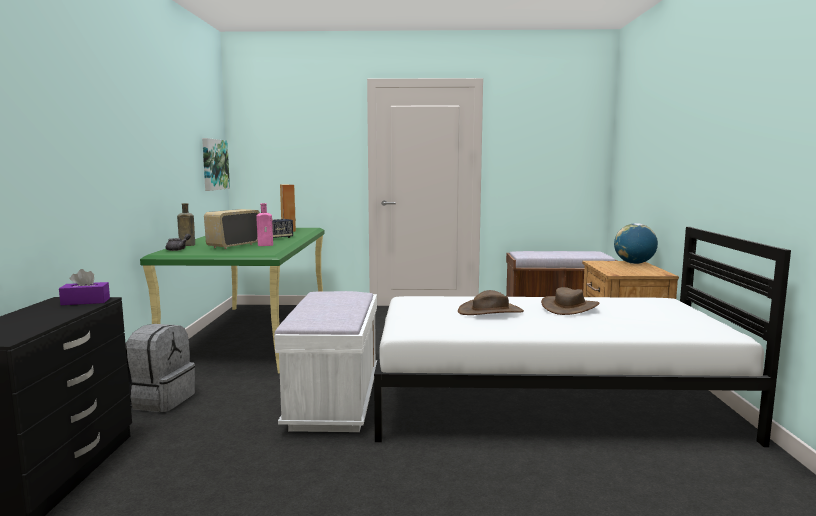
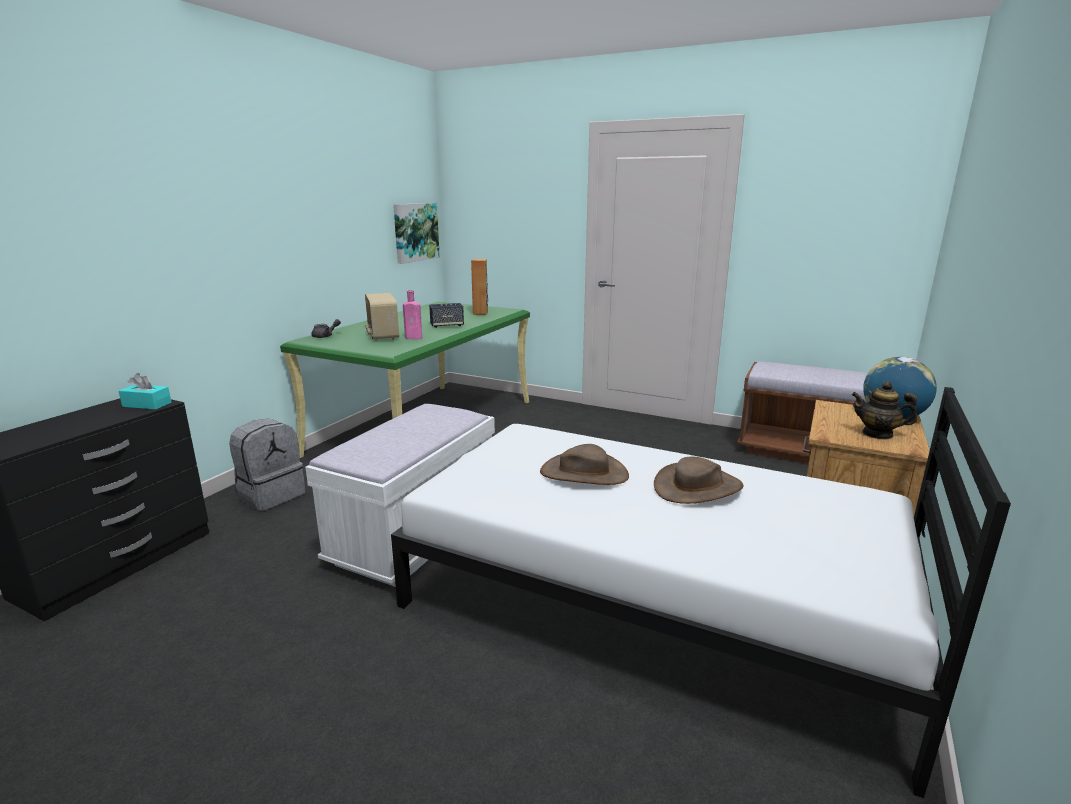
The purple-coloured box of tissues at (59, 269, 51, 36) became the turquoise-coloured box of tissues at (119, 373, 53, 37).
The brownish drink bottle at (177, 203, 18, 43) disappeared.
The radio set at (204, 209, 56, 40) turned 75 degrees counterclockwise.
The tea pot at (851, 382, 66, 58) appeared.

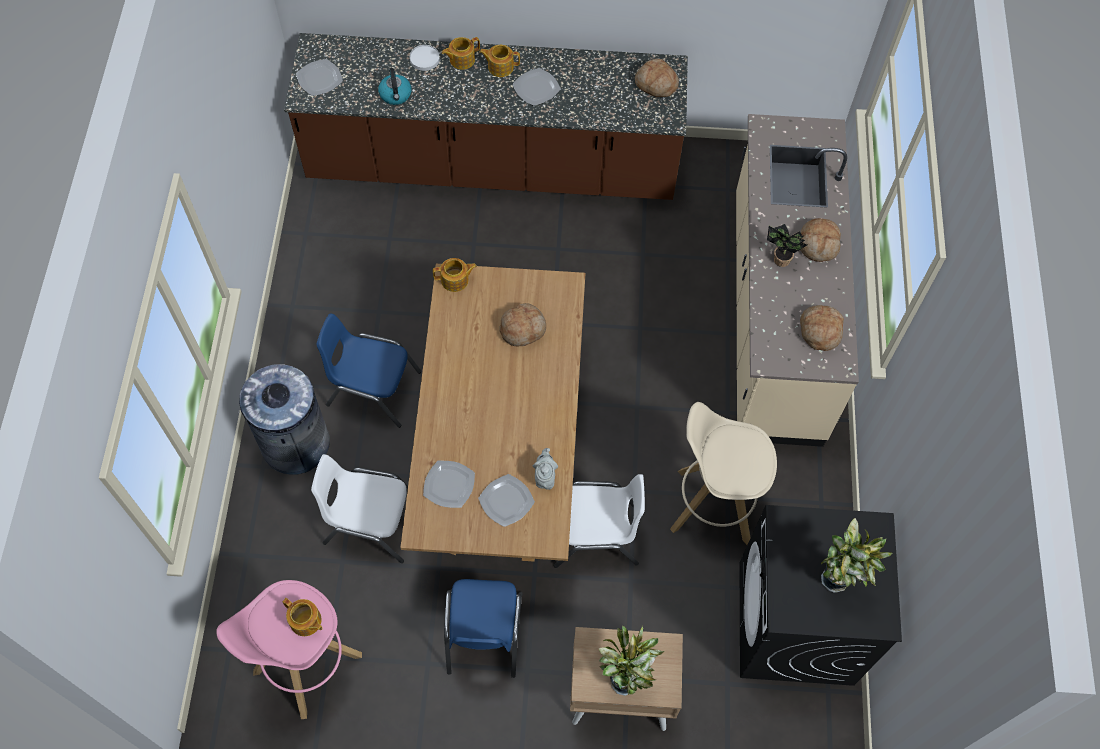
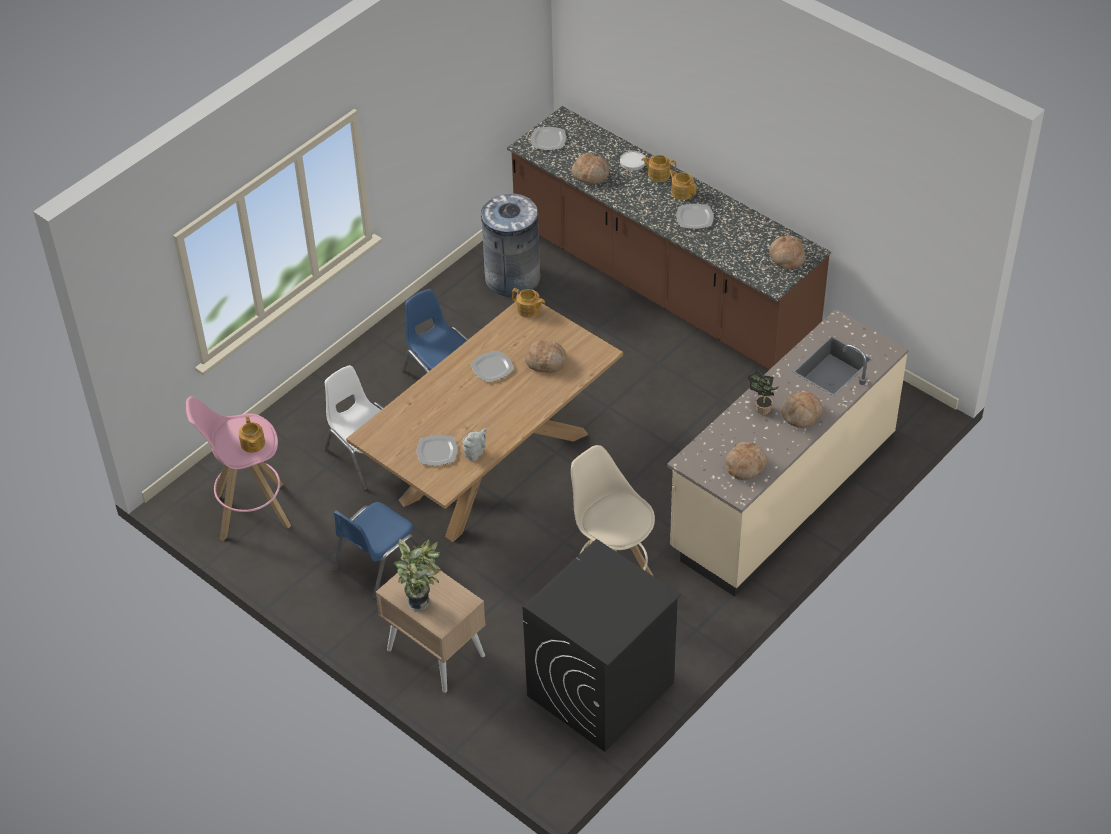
The gray trash can moved from (238, 364, 92, 111) to (479, 193, 62, 104).
The kettle at (378, 68, 34, 37) was replaced by the bread at (571, 154, 39, 30).
The flat dish moved from (423, 461, 52, 47) to (470, 350, 44, 33).
The white-coloured plain chair at (554, 474, 91, 94) disappeared.
The houseplant at (821, 518, 72, 74) disappeared.

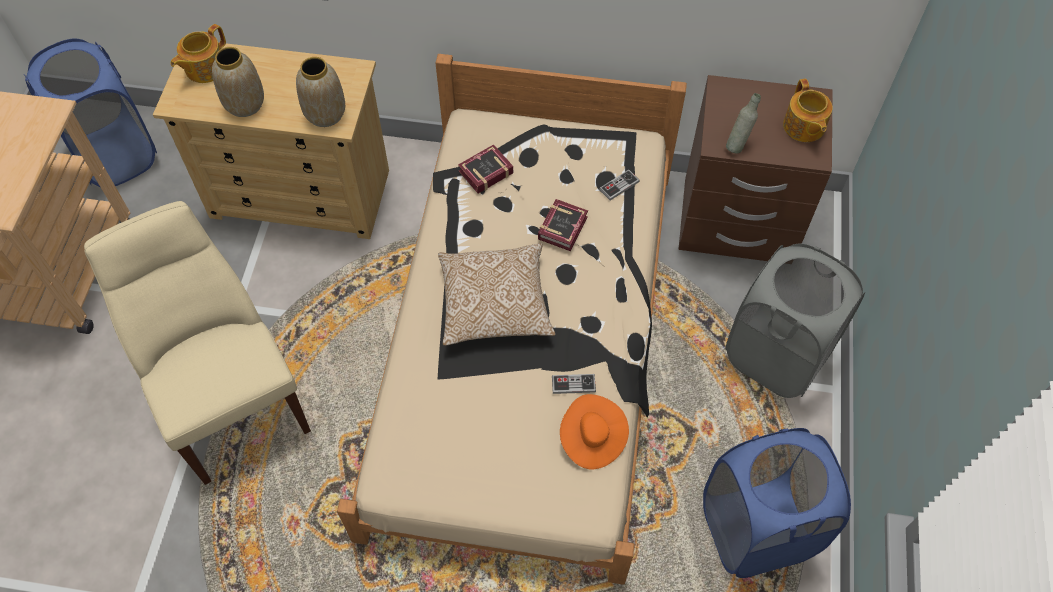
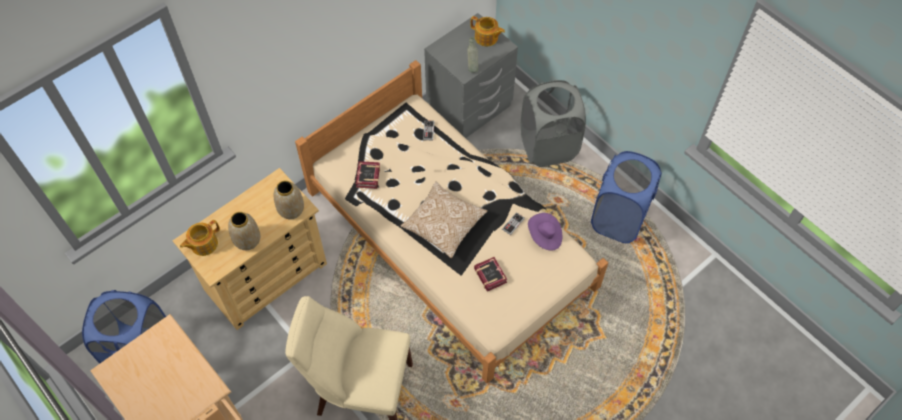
The tea pot at (171, 24, 55, 59) turned 60 degrees clockwise.
The bound book moved from (538, 199, 50, 52) to (474, 257, 33, 35).
The orangey clothing hat at (560, 394, 69, 75) became the purple-coloured clothing hat at (528, 213, 34, 37).
The brownish bedside table at (678, 75, 155, 186) became the gray bedside table at (424, 13, 94, 125).

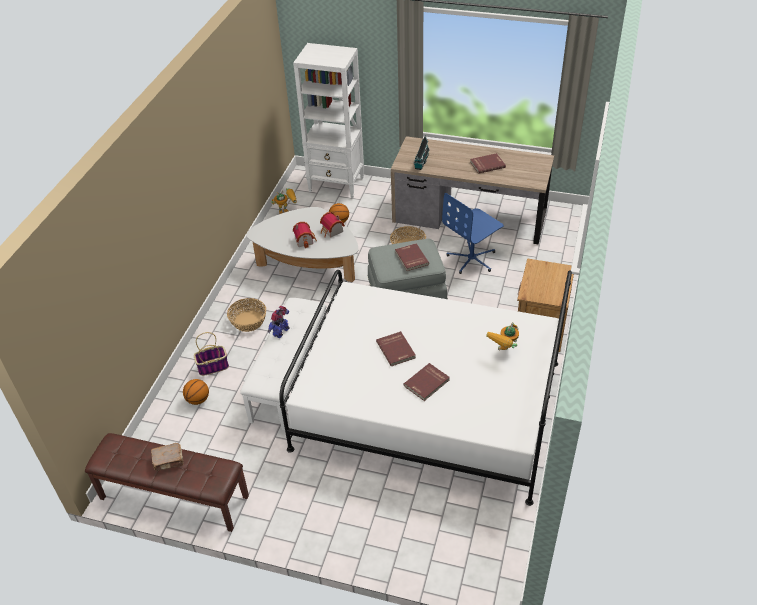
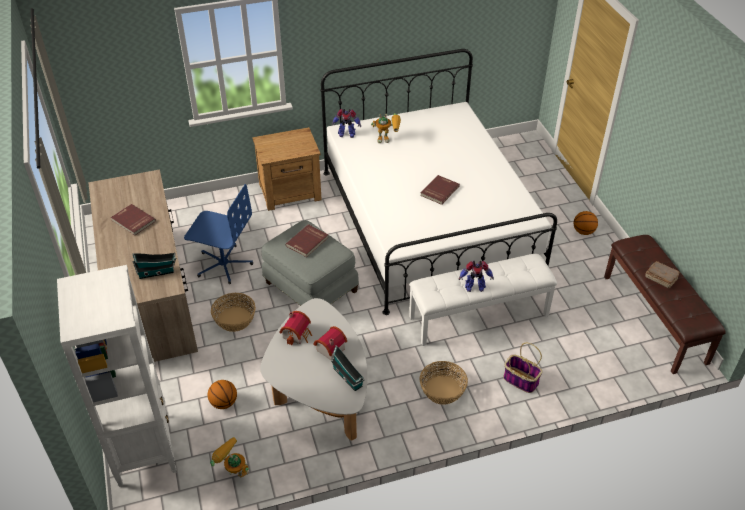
The basketball moved from (183, 379, 26, 26) to (574, 211, 24, 24).
The red-coloured bound book at (403, 363, 47, 38) disappeared.
The model house at (331, 345, 34, 46) appeared.
The toy robot at (332, 109, 29, 29) appeared.

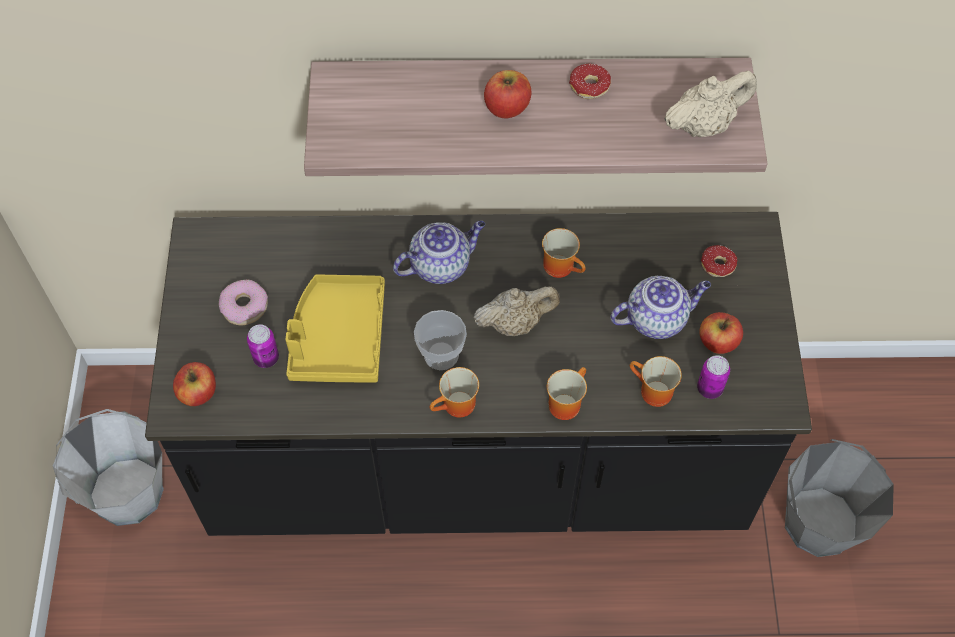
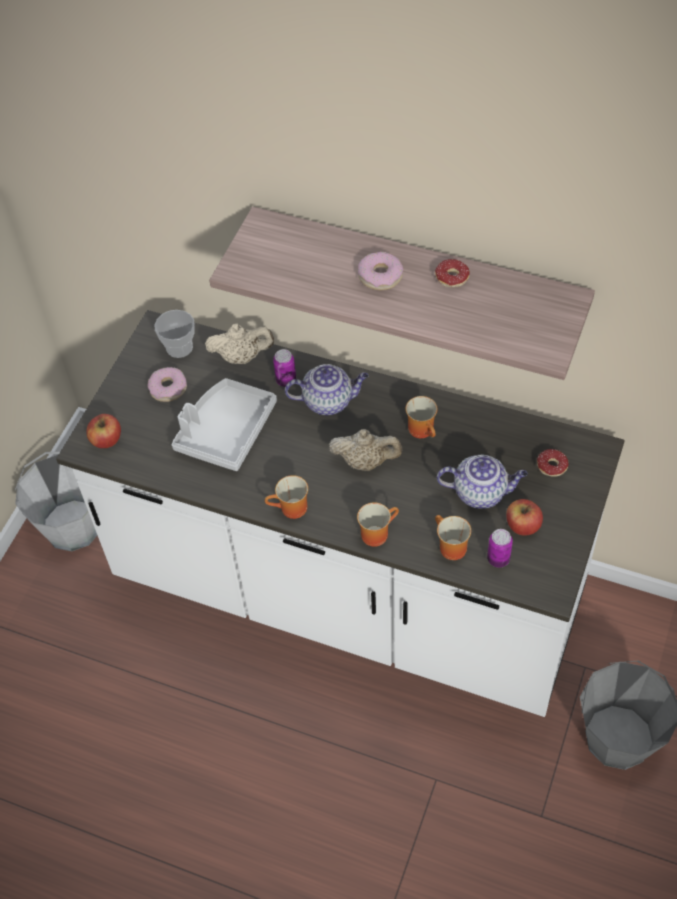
The blackish counter at (145, 212, 667, 324) became the white-coloured counter at (56, 310, 568, 407).
The sealed can moved from (247, 324, 32, 44) to (273, 349, 23, 38).
The yellow serving tray at (285, 274, 100, 109) became the gray serving tray at (172, 378, 105, 93).
The small cup moved from (414, 310, 53, 60) to (155, 310, 40, 48).
The apple at (484, 70, 48, 48) was replaced by the doughnut at (358, 252, 46, 38).
The sand-coloured tea pot moved from (664, 71, 93, 66) to (205, 324, 69, 40).

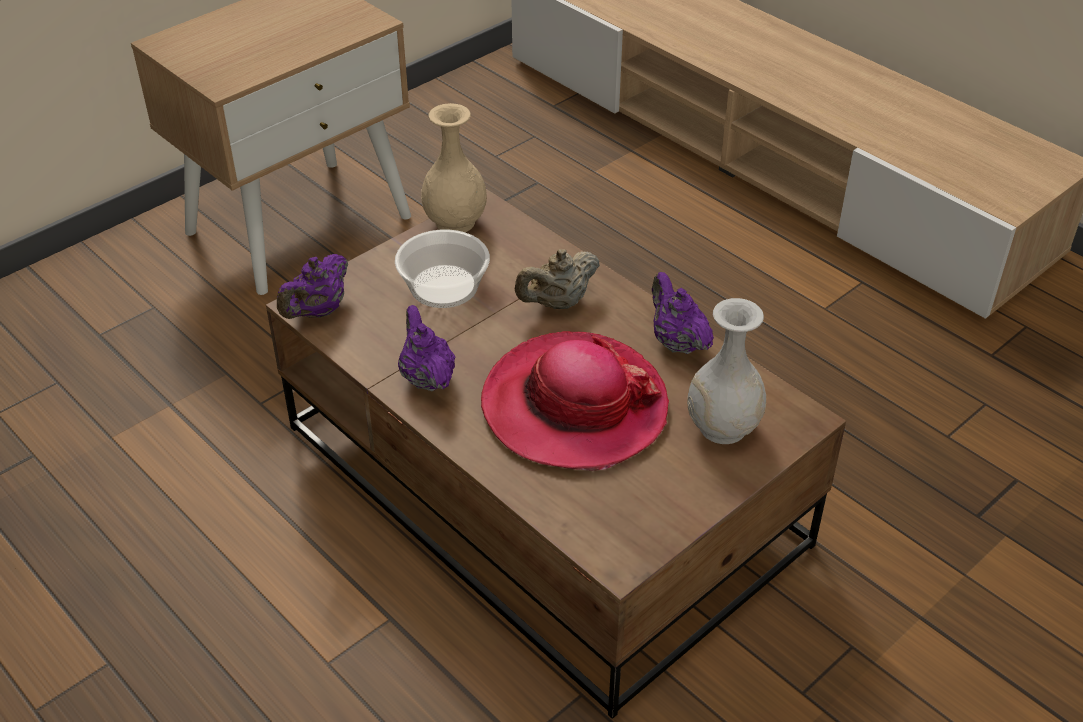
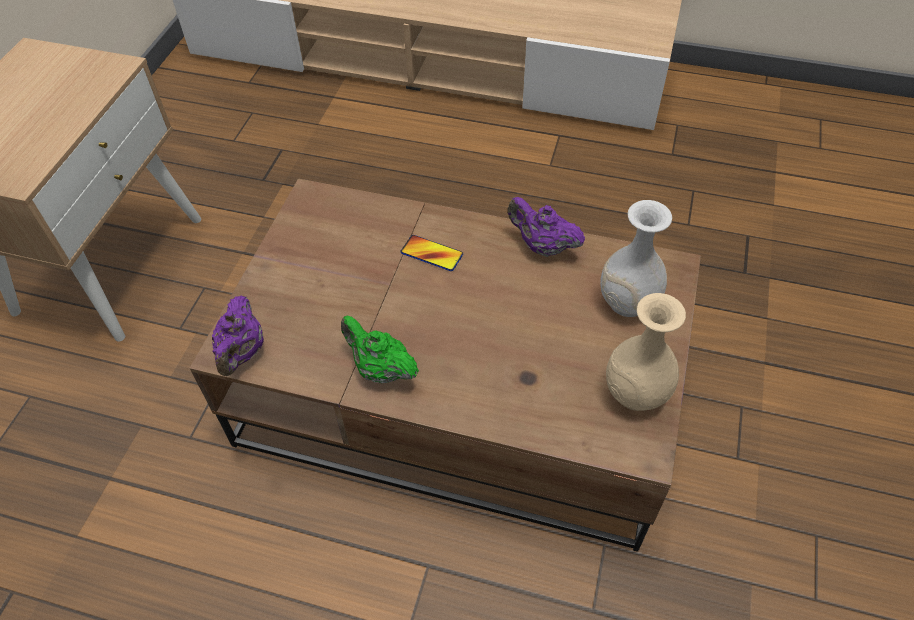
The bowl at (395, 229, 95, 79) disappeared.
The purple-coloured tea pot at (398, 305, 57, 86) became the greenish tea pot at (341, 316, 78, 67).
The sand-coloured vase moved from (421, 103, 66, 129) to (606, 293, 80, 118).
The clothing hat at (481, 331, 188, 140) disappeared.
The sand-coloured tea pot at (515, 249, 85, 60) was replaced by the handset at (401, 235, 62, 36).

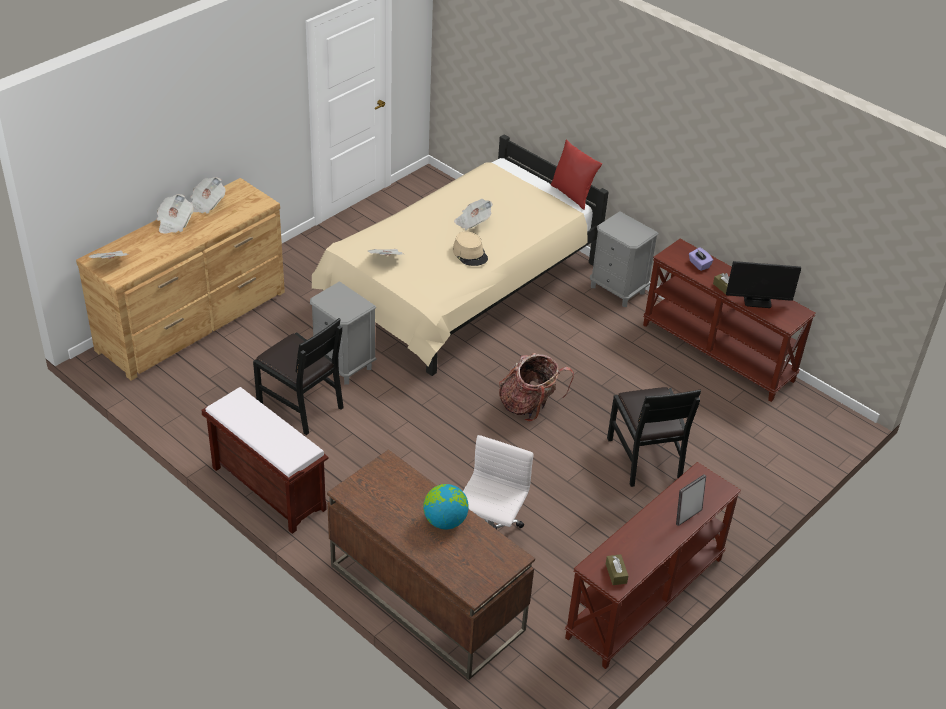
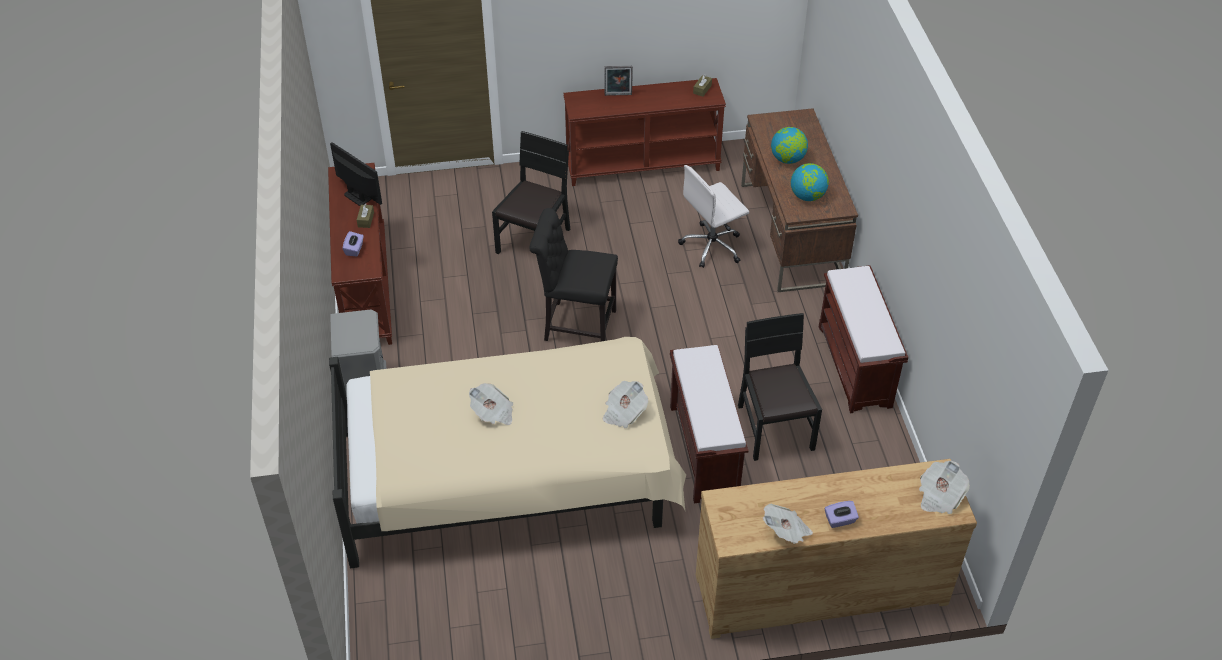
The printed paper at (157, 194, 37, 40) was replaced by the purple-coloured box of tissues at (825, 501, 34, 27).
The gray bedside table at (310, 281, 66, 104) was replaced by the brownish indoor bench at (670, 345, 78, 158).
The sand-coloured clothing hat at (453, 231, 35, 35) disappeared.
The backpack at (499, 353, 75, 69) was replaced by the blackish plain chair at (529, 208, 89, 133).
The red-coloured pillow at (551, 139, 51, 71) disappeared.
The world globe at (791, 163, 38, 38) appeared.

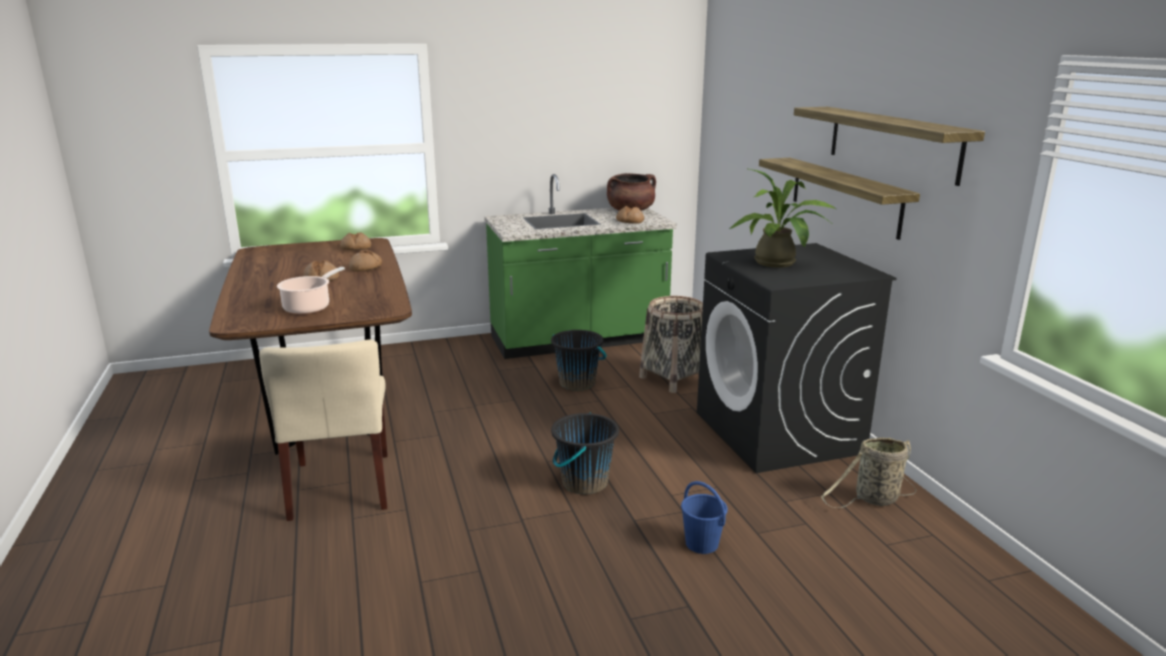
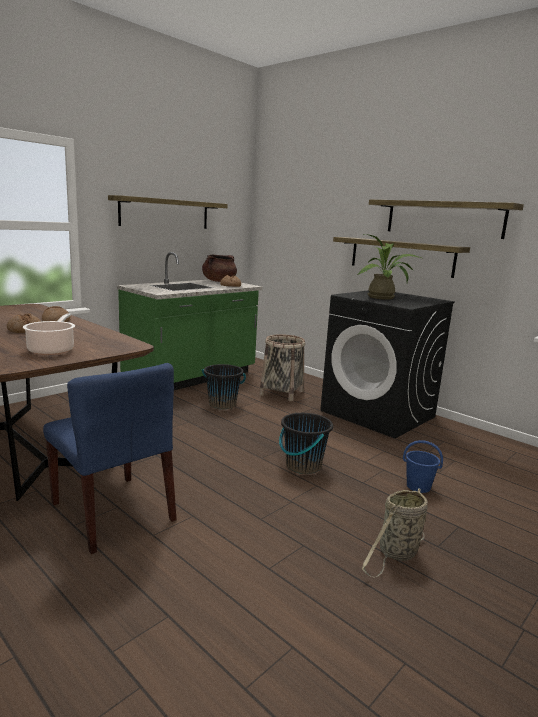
The sand-coloured plain chair at (259, 340, 129, 181) became the blue plain chair at (43, 363, 134, 191).
The bread at (340, 232, 32, 18) disappeared.
The household basket moved from (821, 437, 95, 71) to (362, 488, 66, 90).
The wall shelf at (108, 195, 120, 34) appeared.

